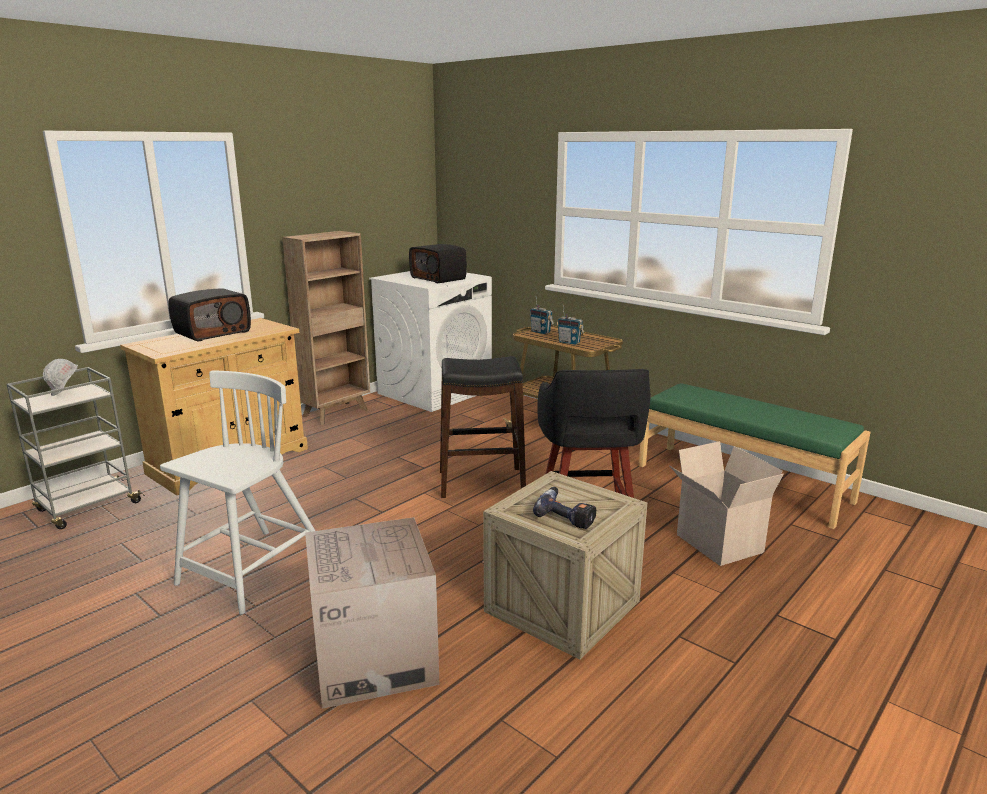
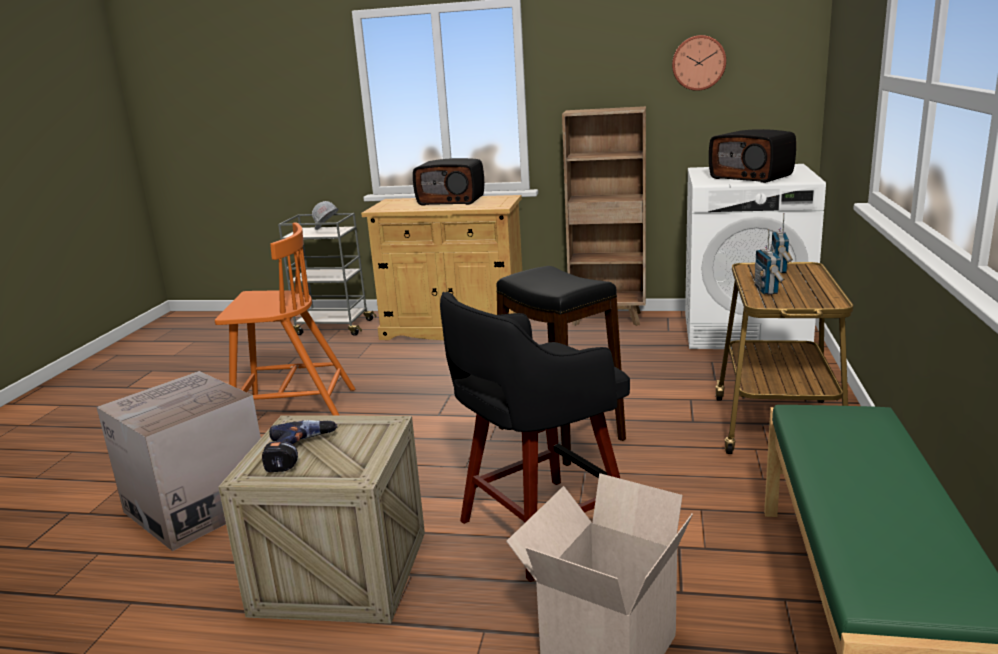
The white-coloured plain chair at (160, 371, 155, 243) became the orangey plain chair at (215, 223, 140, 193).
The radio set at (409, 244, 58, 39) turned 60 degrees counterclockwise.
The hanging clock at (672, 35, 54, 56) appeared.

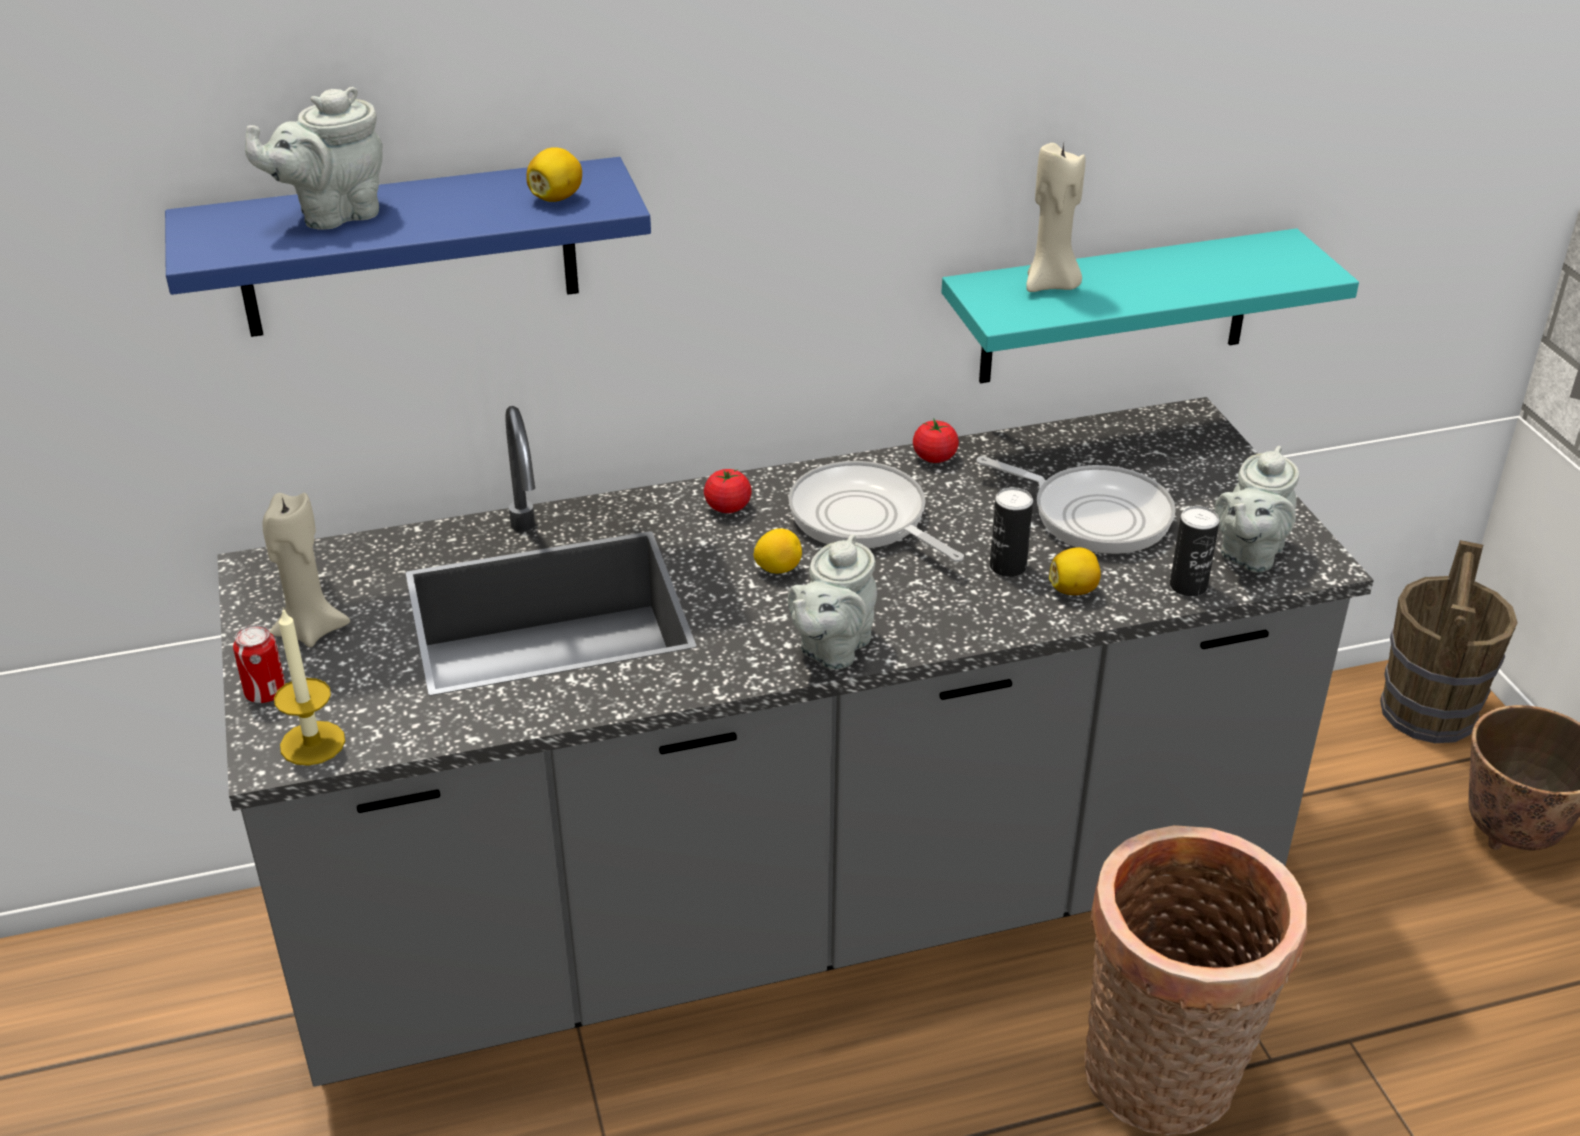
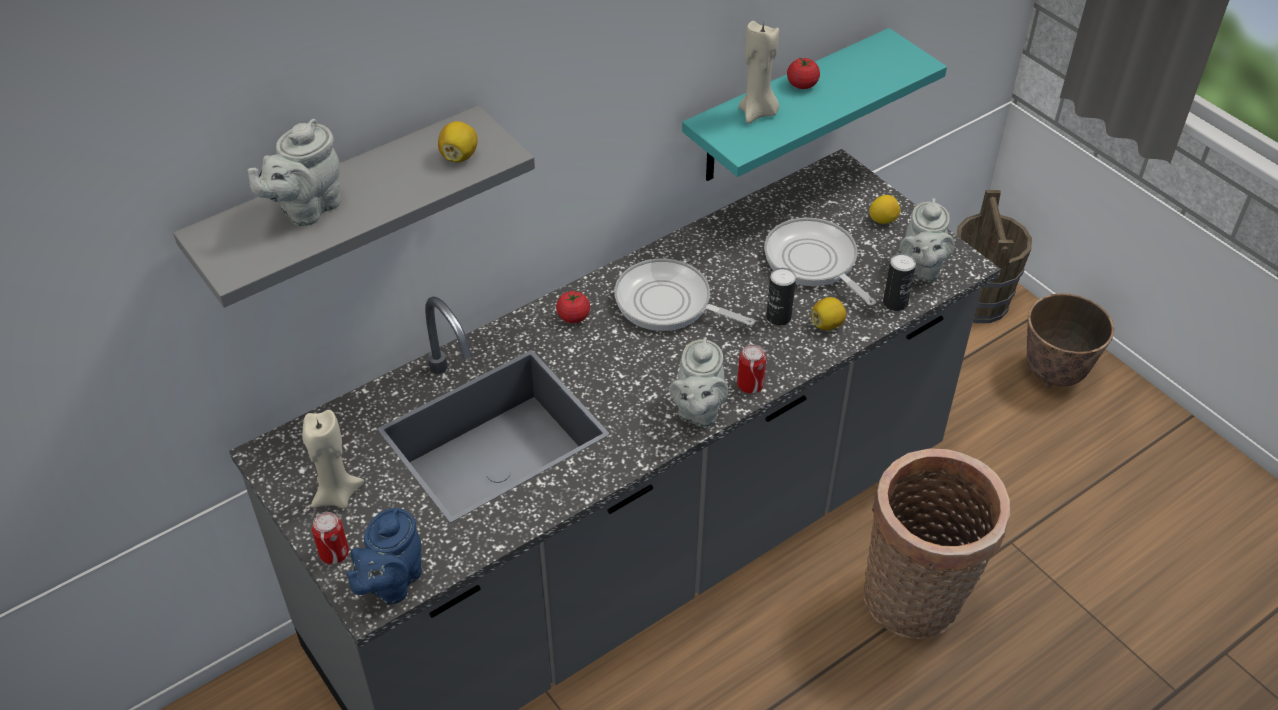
The blue wall shelf at (165, 157, 486, 180) became the gray wall shelf at (173, 105, 362, 202).
The wax candle at (274, 607, 71, 159) was replaced by the blue tea pot at (347, 508, 75, 96).
The whole lemon moved from (753, 529, 49, 44) to (869, 195, 32, 29).
The whole tomato moved from (913, 419, 46, 44) to (787, 57, 33, 32).
The pan at (976, 456, 200, 98) turned 135 degrees counterclockwise.
The sealed can at (737, 344, 29, 49) appeared.

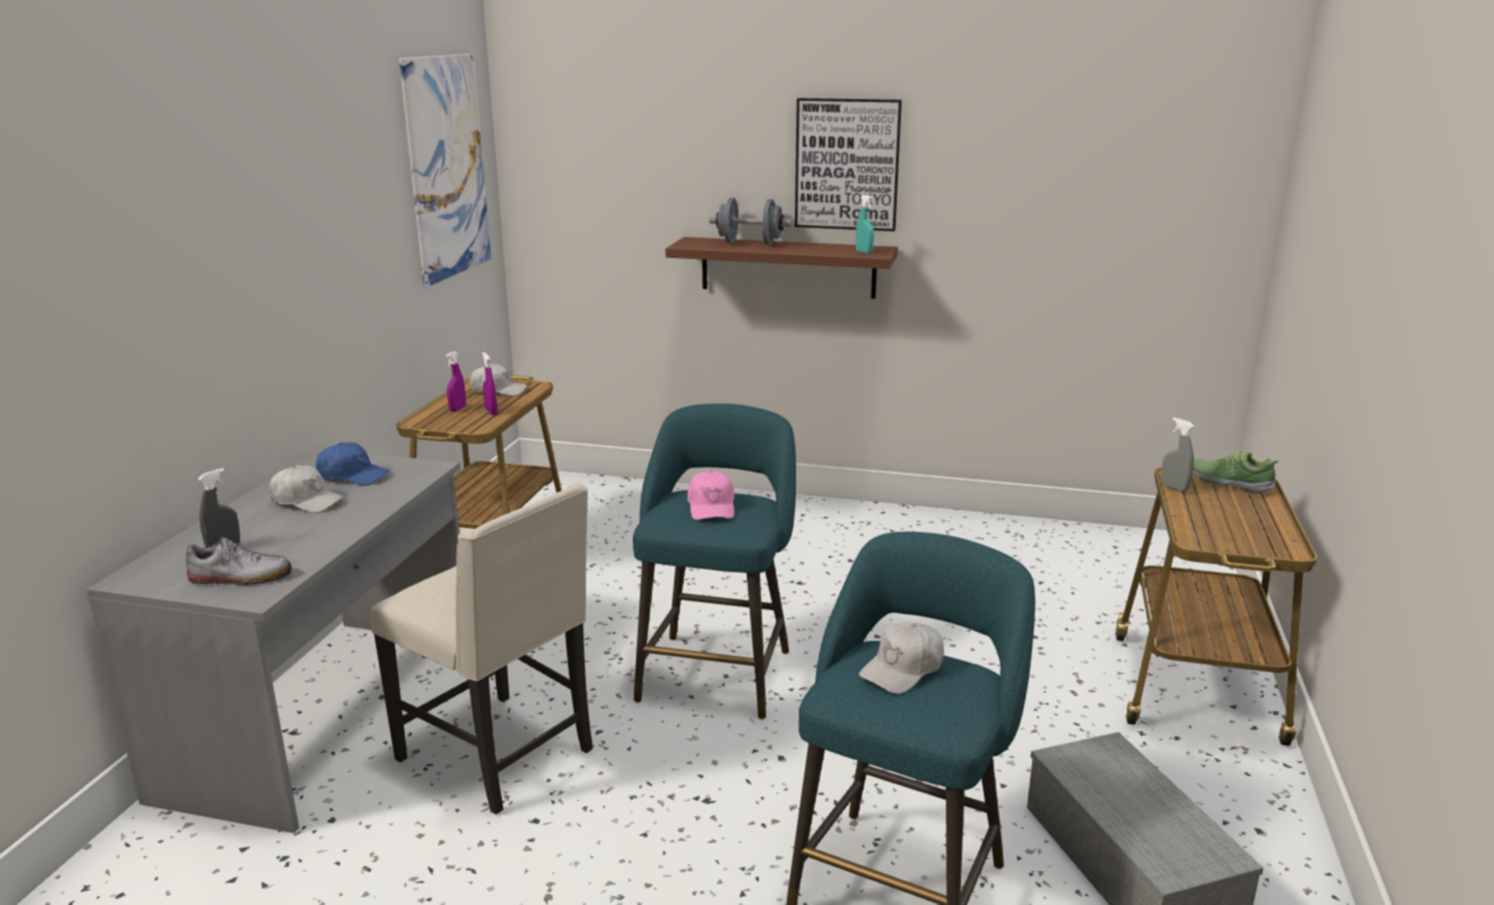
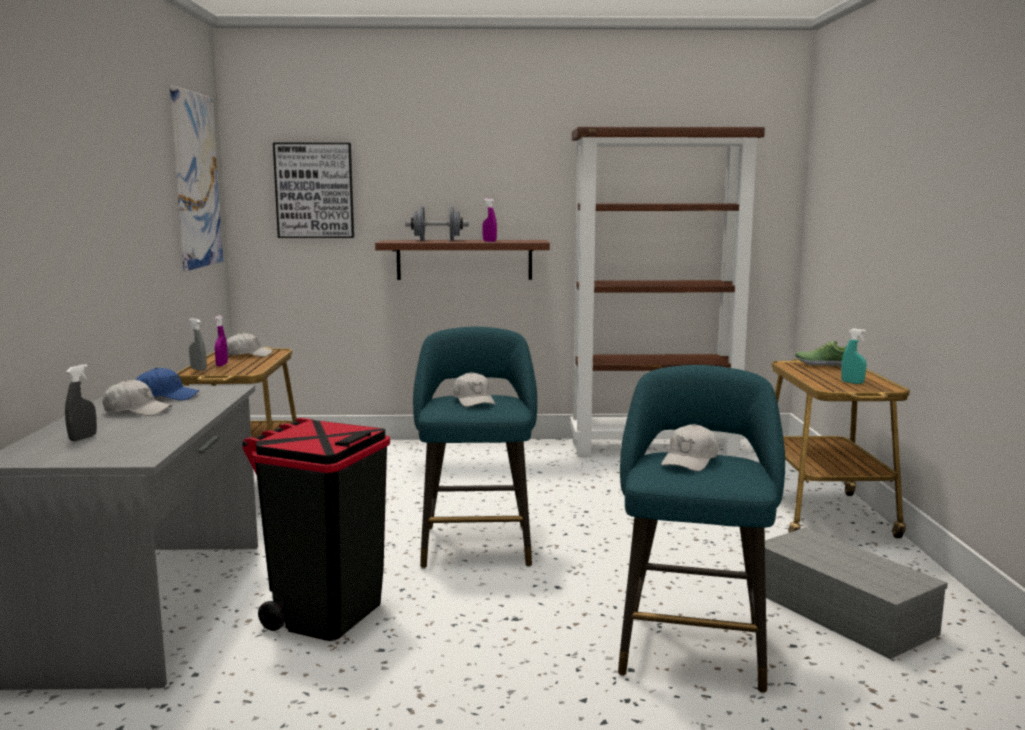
The item of footwear at (186, 537, 106, 48) disappeared.
The sand-coloured plain chair at (370, 483, 223, 331) was replaced by the blackish trash can at (242, 418, 148, 223).
The purple-coloured sprayer moved from (482, 352, 16, 63) to (482, 198, 15, 44).
The pink-coloured baseball cap at (687, 471, 47, 49) became the white-coloured baseball cap at (453, 372, 42, 35).
The picture moved from (795, 98, 107, 133) to (273, 143, 81, 95).
The turquoise-coloured sprayer moved from (856, 195, 18, 59) to (841, 328, 25, 56).
The gray sprayer moved from (1161, 418, 34, 74) to (189, 318, 18, 53).
The brownish bookcase at (570, 127, 195, 330) appeared.

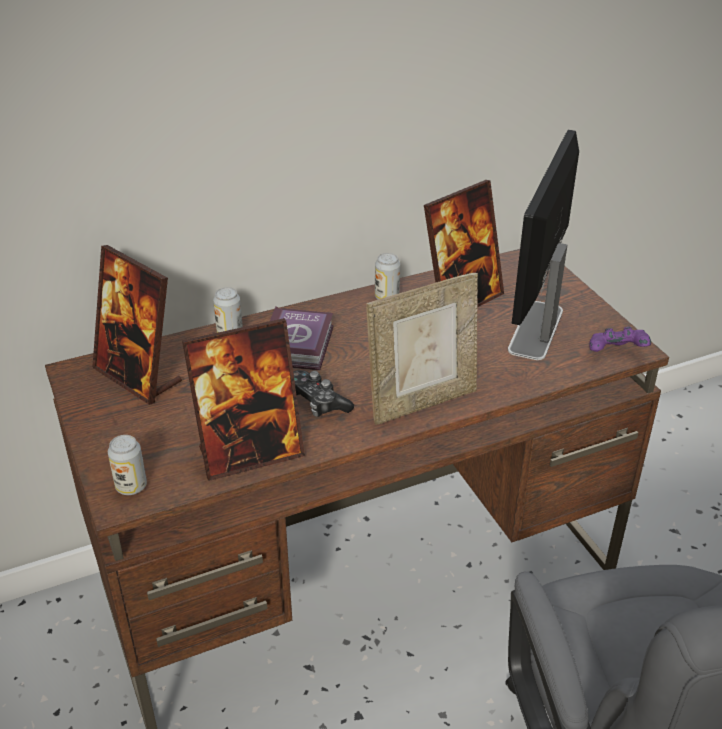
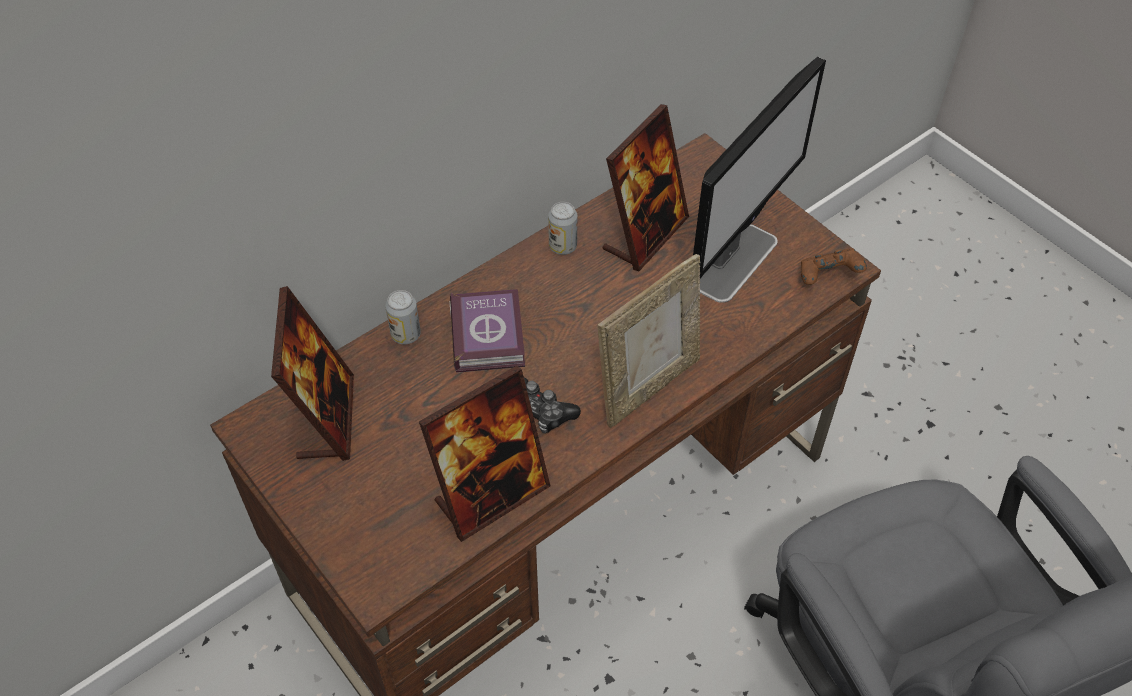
The picture frame at (92, 245, 90, 160) turned 120 degrees counterclockwise.
The sealed can at (108, 435, 39, 60) disappeared.
The computer display at (508, 130, 71, 230) turned 150 degrees counterclockwise.
The purple-coloured gamepad at (589, 327, 62, 25) became the brownish gamepad at (801, 248, 66, 37).

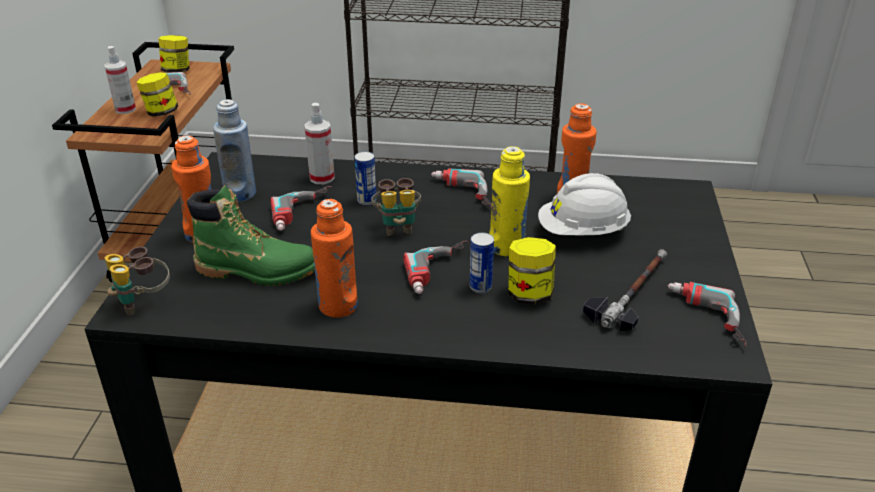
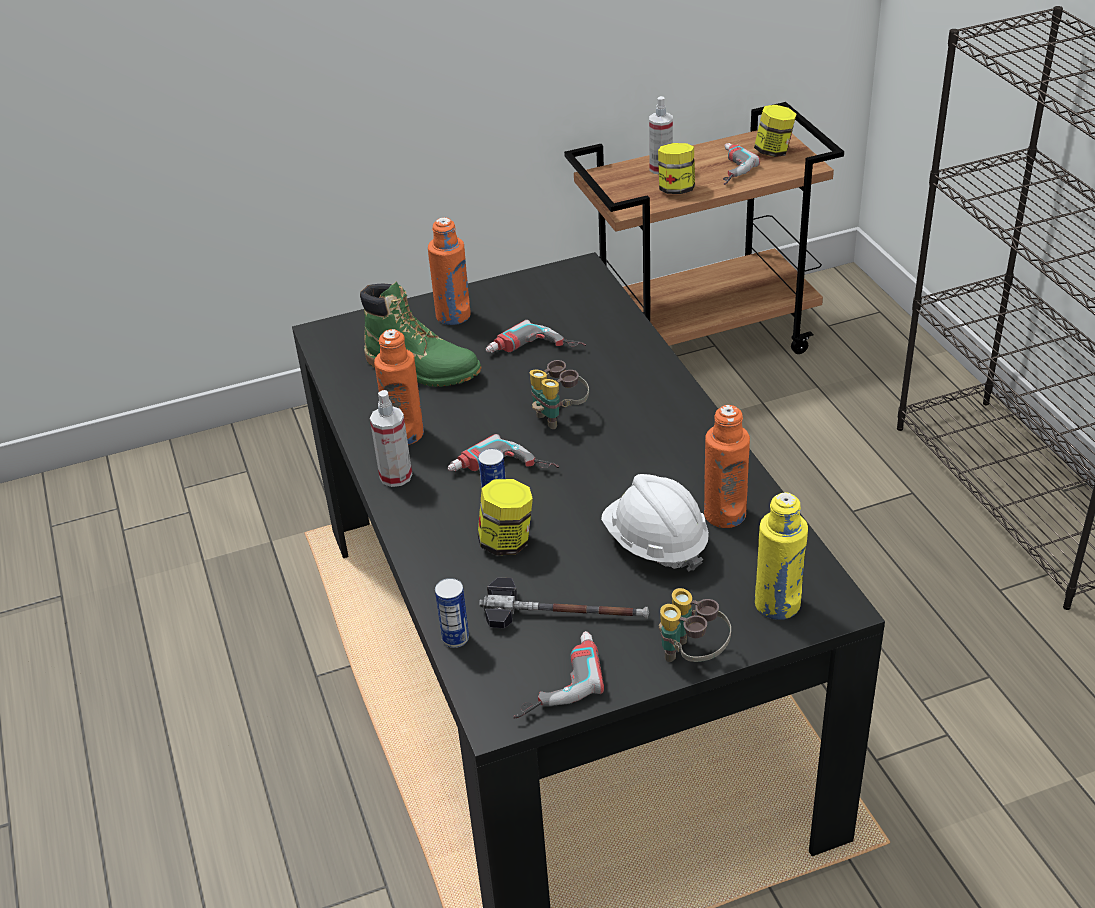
The field glasses moved from (105, 247, 65, 69) to (659, 588, 72, 74).
The greenish boot at (187, 185, 128, 101) turned 45 degrees counterclockwise.
The blue drink bottle at (213, 99, 43, 103) disappeared.
The sprayer moved from (304, 103, 31, 81) to (370, 390, 42, 97).
The sealed can moved from (354, 151, 23, 54) to (435, 578, 34, 70).
The electric drill at (431, 168, 61, 41) disappeared.
The yellow drink bottle moved from (489, 146, 41, 110) to (755, 492, 53, 128).

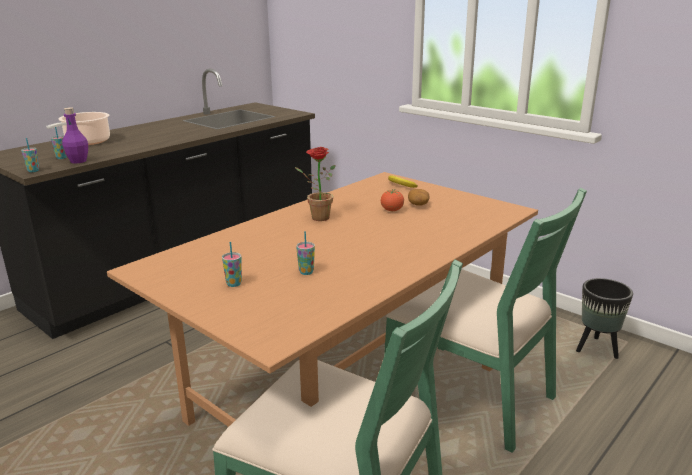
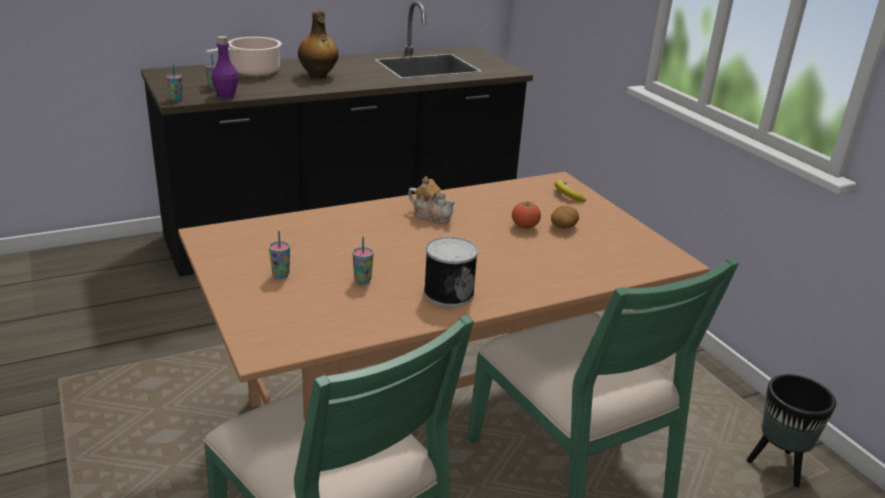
The houseplant at (295, 147, 41, 74) was replaced by the tea pot at (408, 176, 48, 48).
The drink bottle at (298, 11, 41, 68) appeared.
The sealed can at (424, 237, 54, 70) appeared.

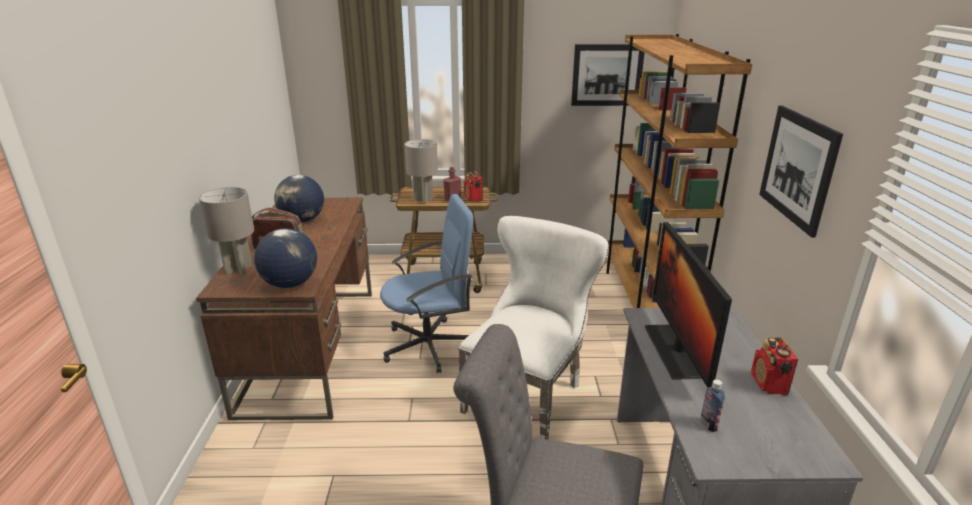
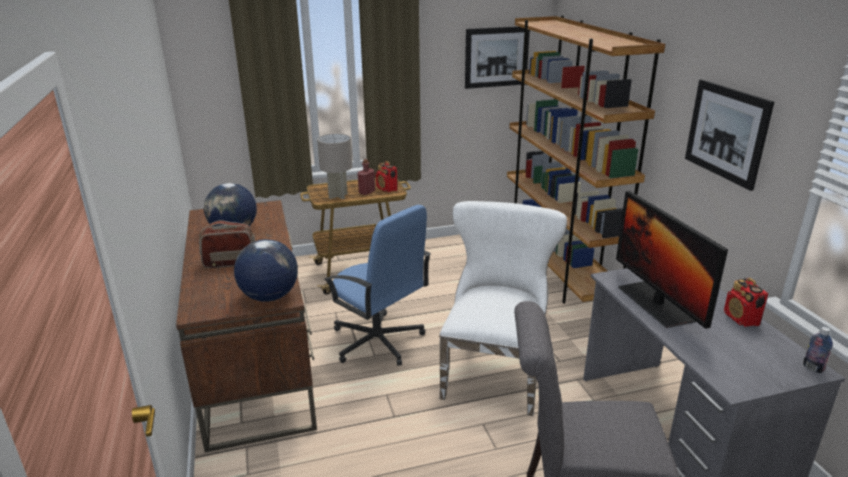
The gray tabletop lamp at (199, 187, 55, 88) disappeared.
The blue desk chair at (380, 194, 93, 179) turned 75 degrees clockwise.
The drink bottle moved from (700, 379, 25, 53) to (803, 327, 30, 46).

